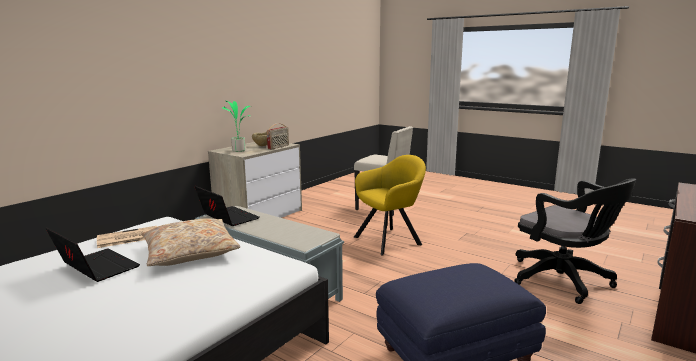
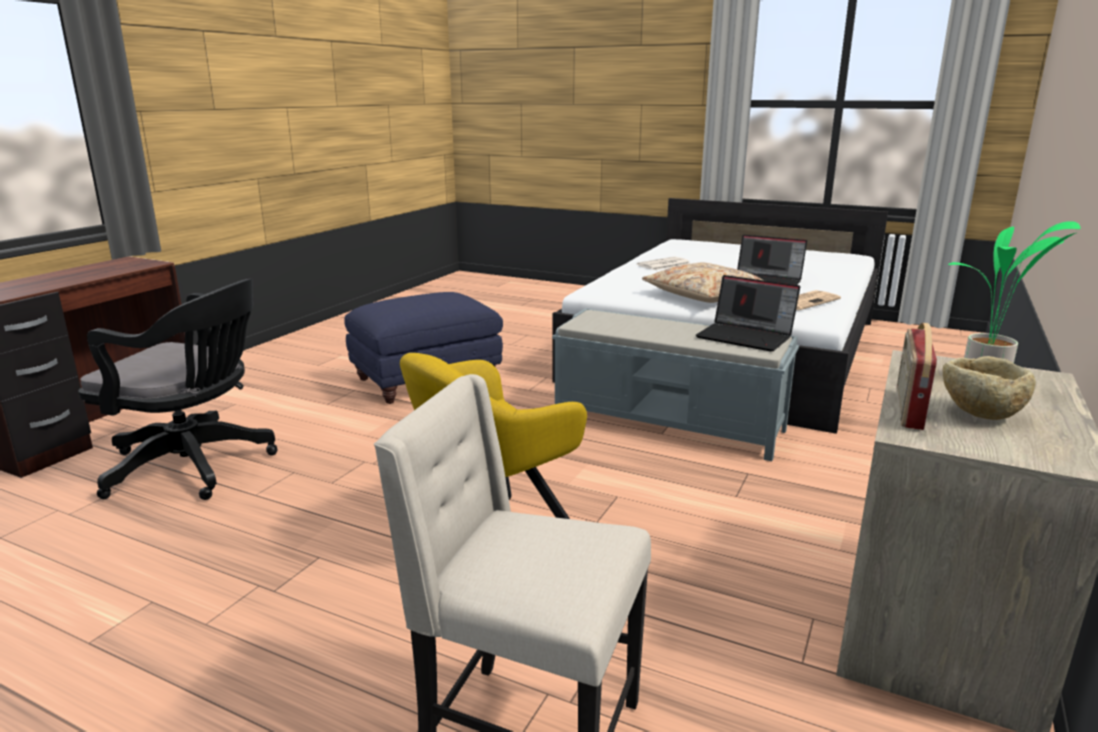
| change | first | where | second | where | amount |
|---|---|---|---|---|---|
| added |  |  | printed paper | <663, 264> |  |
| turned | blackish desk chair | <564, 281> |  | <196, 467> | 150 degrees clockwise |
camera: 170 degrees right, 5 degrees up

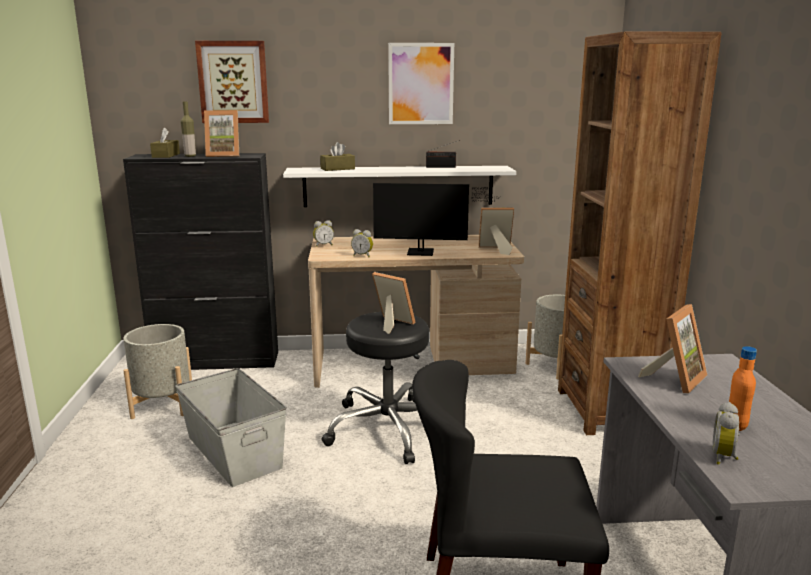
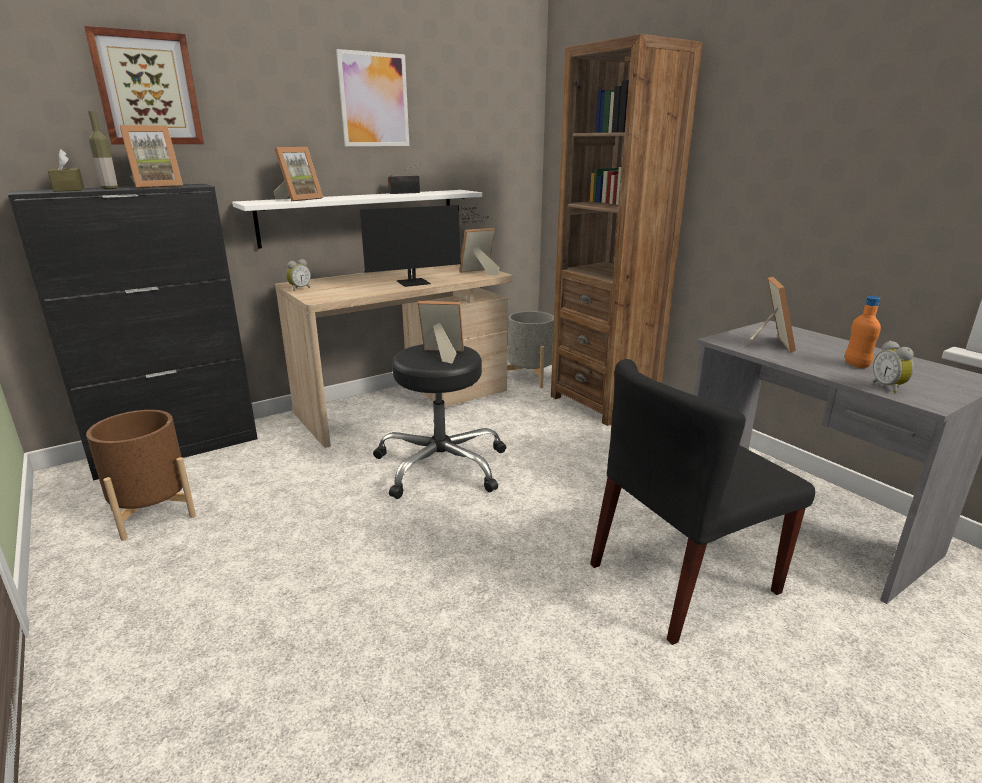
| change | first | where | second | where | amount |
|---|---|---|---|---|---|
| removed | grey storage box | <234, 451> |  |  |  |
| removed | table clock | <363, 255> |  |  |  |
| replaced | brown-coloured tissue holder | <337, 169> | standing frame | <299, 199> |  |
| recoloured | grey plant pot | <163, 405> | brown-coloured plant pot | <153, 513> |  |
camera: 30 degrees left, 5 degrees up

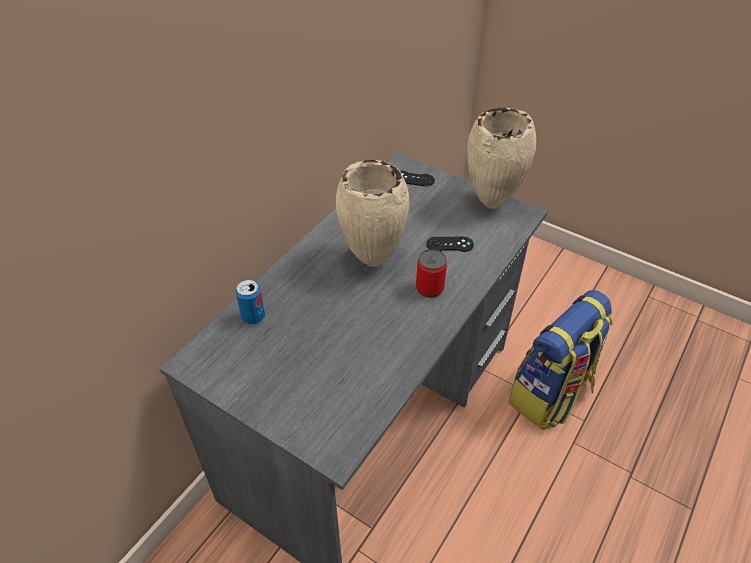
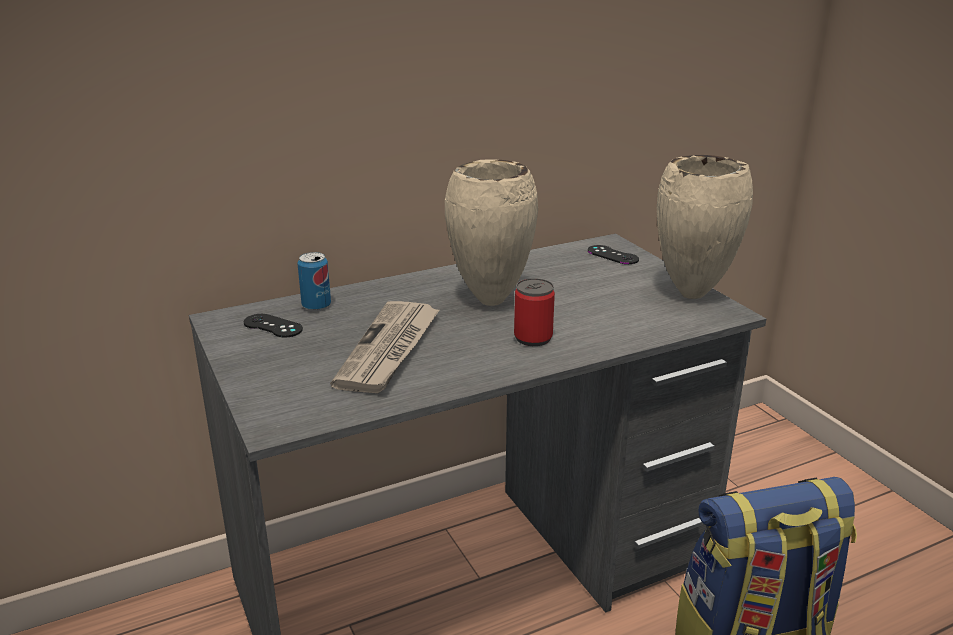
| change | first | where | second | where | amount |
|---|---|---|---|---|---|
| added |  |  | printed paper | <389, 350> |  |
| moved | blackish gamepad | <449, 244> |  | <273, 326> |  |
camera: 30 degrees right, 20 degrees down

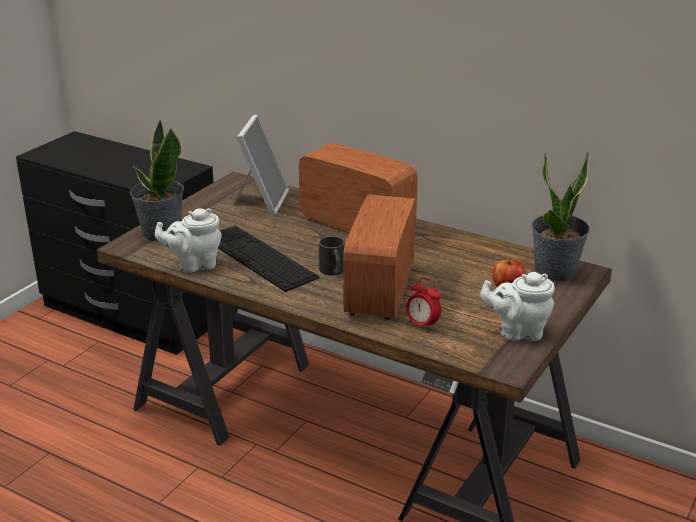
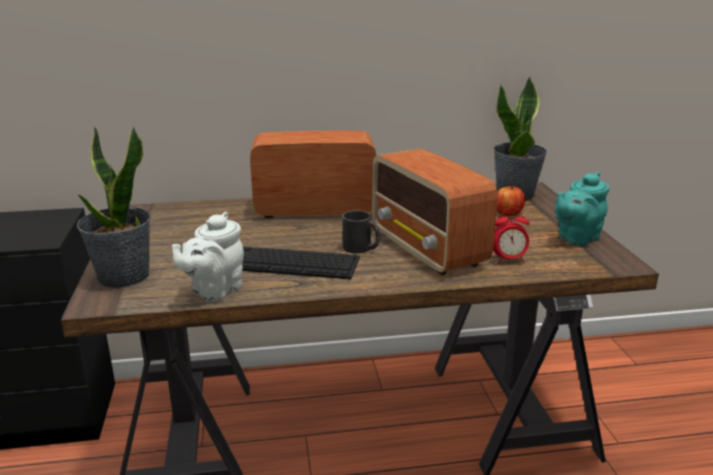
| change | first | where | second | where | amount |
|---|---|---|---|---|---|
| removed | standing frame | <261, 201> |  |  |  |
| recoloured | whitish pot for tea | <517, 332> | turquoise-coloured pot for tea | <576, 238> |  |
camera: 40 degrees left, 5 degrees down

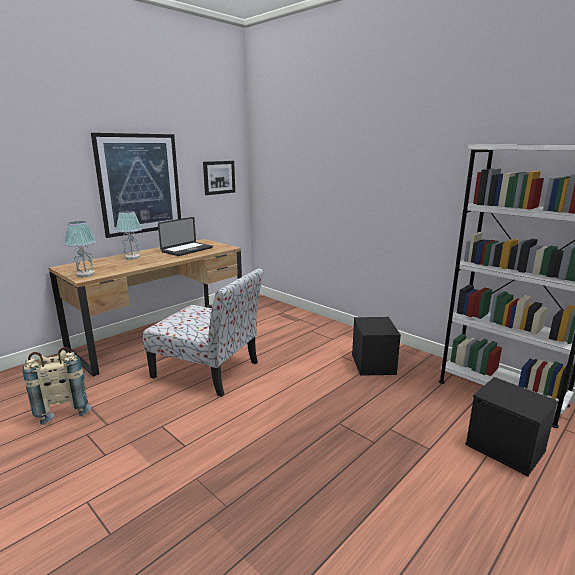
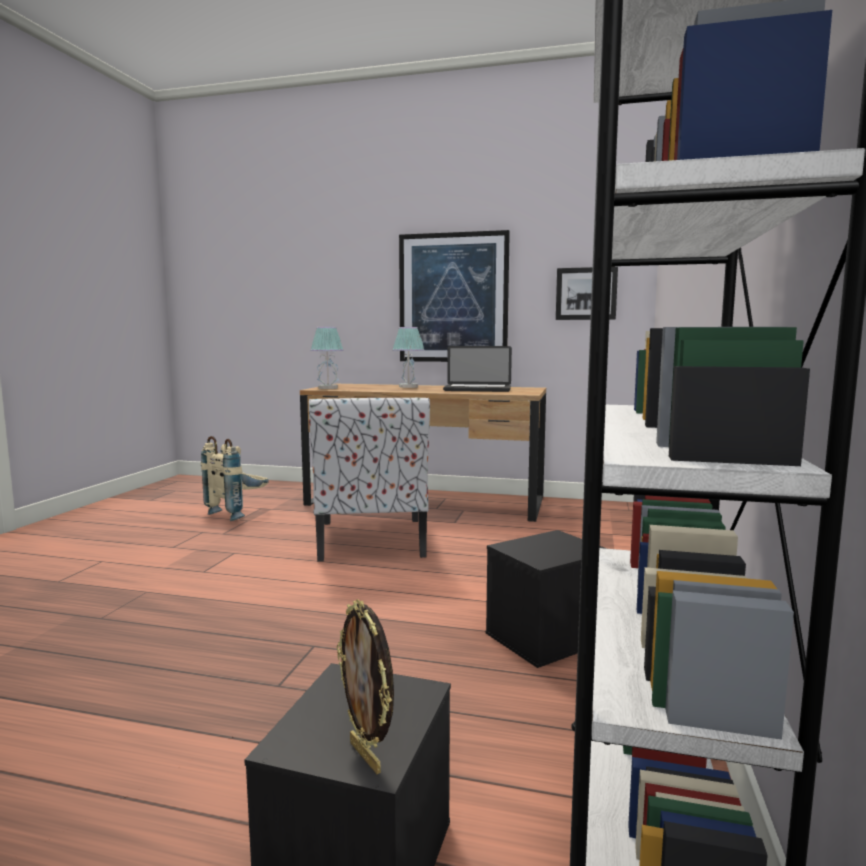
| change | first | where | second | where | amount |
|---|---|---|---|---|---|
| added |  |  | standing frame | <367, 756> |  |
camera: 60 degrees right, 10 degrees down

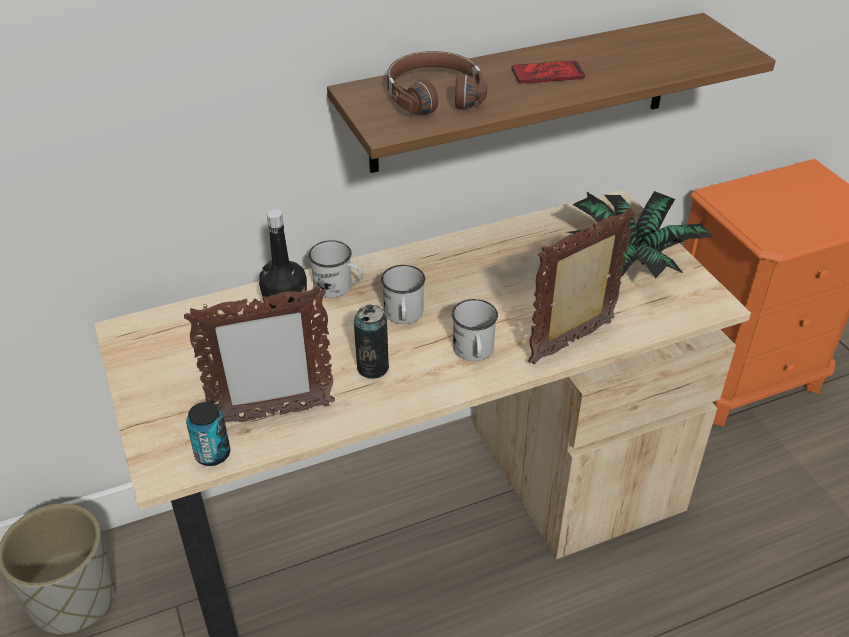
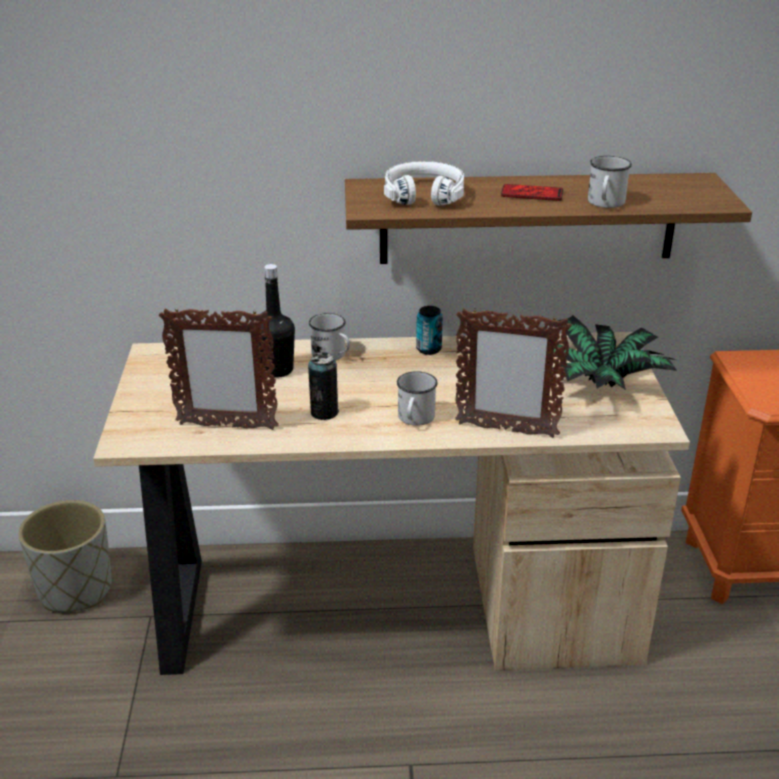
| change | first | where | second | where | amount |
|---|---|---|---|---|---|
| moved | can | <212, 454> |  | <428, 349> |  |
| moved | whitish tea mug | <403, 316> |  | <605, 203> |  |
| recoloured | brown-coloured headset | <433, 95> | whitish headset | <424, 194> |  |
| turned | standing frame | <573, 343> |  | <505, 430> | 150 degrees counterclockwise |
camera: 20 degrees right, 10 degrees down

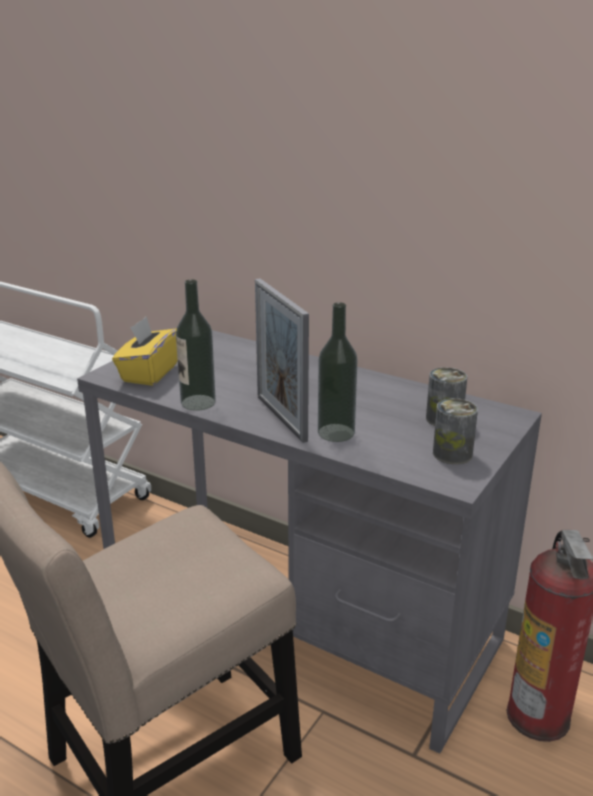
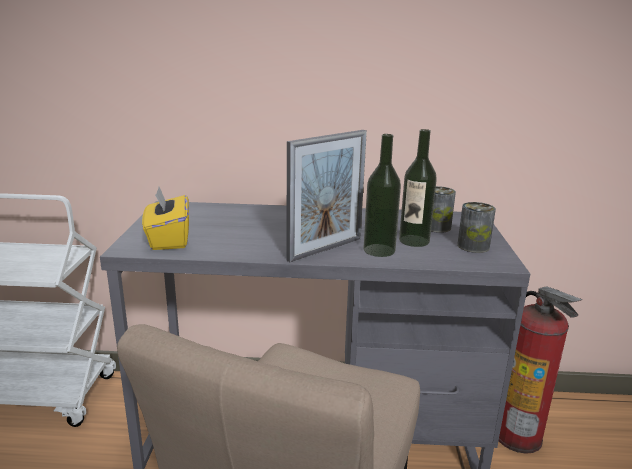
| change | first | where | second | where | amount |
|---|---|---|---|---|---|
| moved | bottle | <198, 402> |  | <414, 241> |  |
| turned | standing frame | <281, 418> |  | <325, 249> | 75 degrees counterclockwise |
camera: 30 degrees left, 5 degrees down

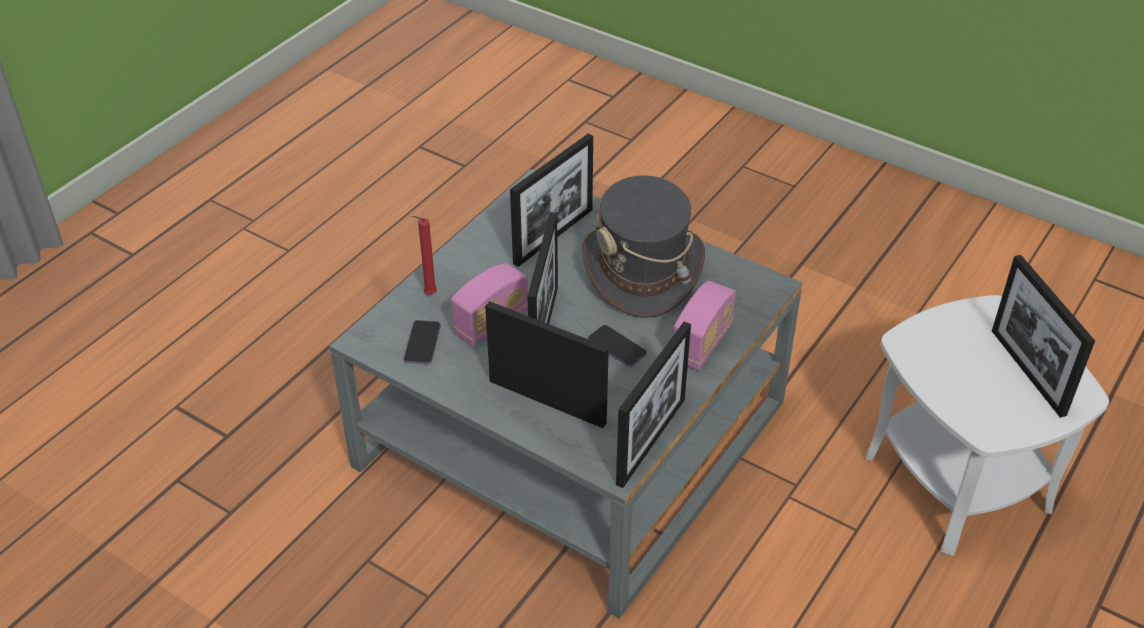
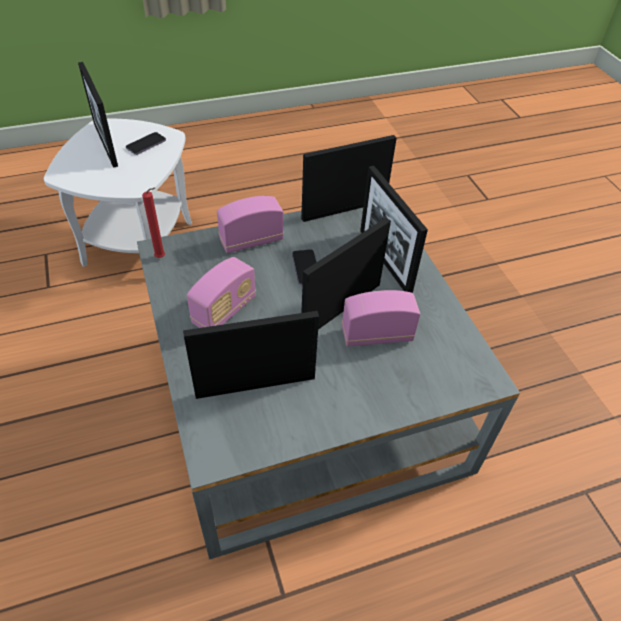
| change | first | where | second | where | amount |
|---|---|---|---|---|---|
| moved | handset | <422, 344> |  | <146, 144> |  |
| moved | red-coloured candle | <428, 294> |  | <162, 258> |  |
| replaced | grey clothing hat | <643, 270> | radio | <224, 311> |  |
| turned | standing frame | <1027, 372> |  | <105, 144> | 135 degrees clockwise |
camera: 145 degrees left, 5 degrees up

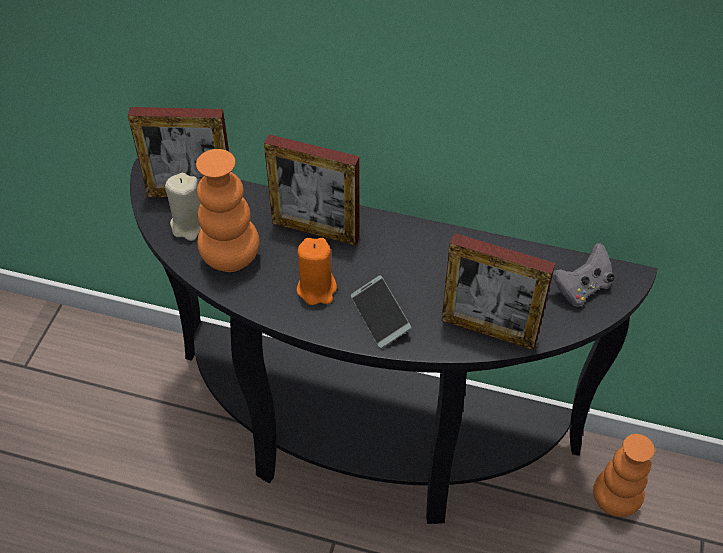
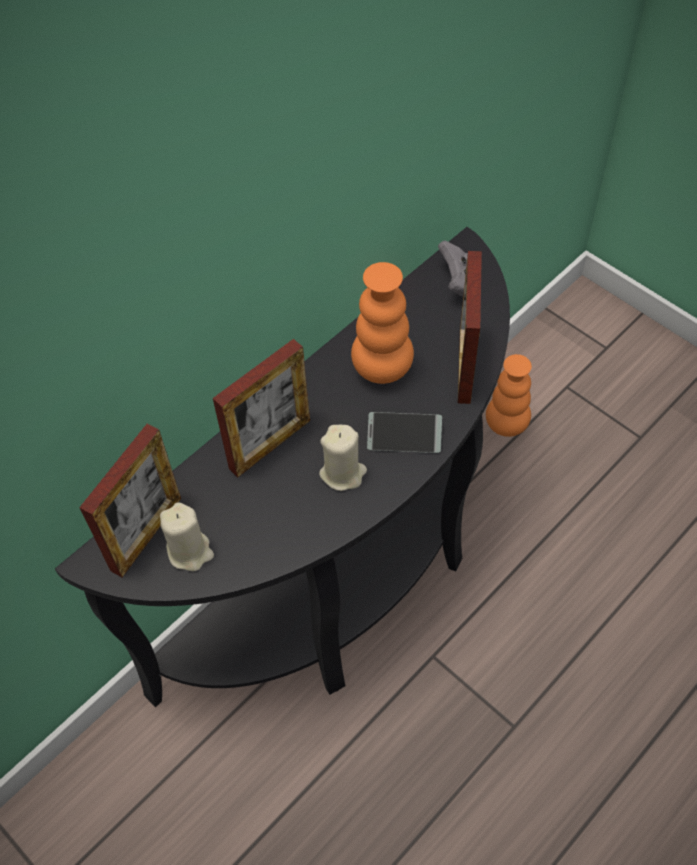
| change | first | where | second | where | amount |
|---|---|---|---|---|---|
| moved | orange-coloured vase | <231, 259> |  | <382, 369> |  |
| recoloured | orange-coloured candle | <317, 289> | beige-coloured candle | <343, 473> |  |
| turned | standing frame | <488, 330> |  | <465, 365> | 135 degrees clockwise |
camera: 60 degrees left, 5 degrees up

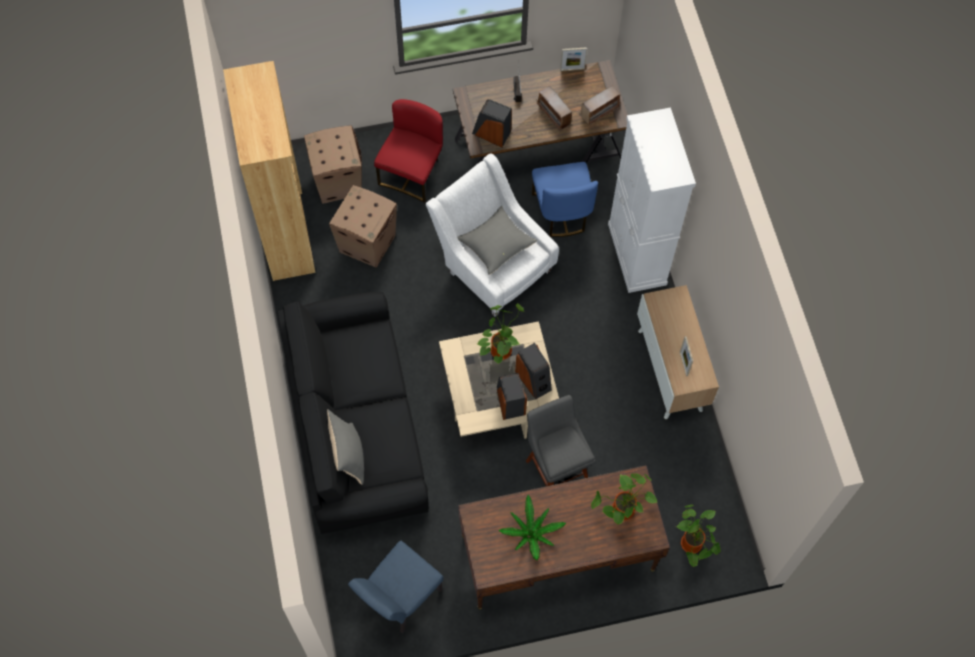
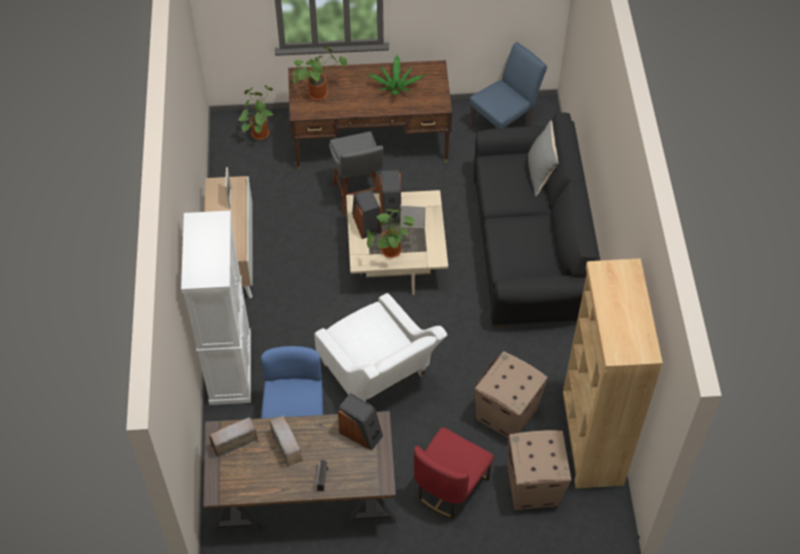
| change | first | where | second | where | amount |
|---|---|---|---|---|---|
| removed | grey throw pillow | <496, 245> |  |  |  |
| moved | standing frame | <572, 69> |  | <412, 227> |  |
camera: 170 degrees left, 10 degrees down

